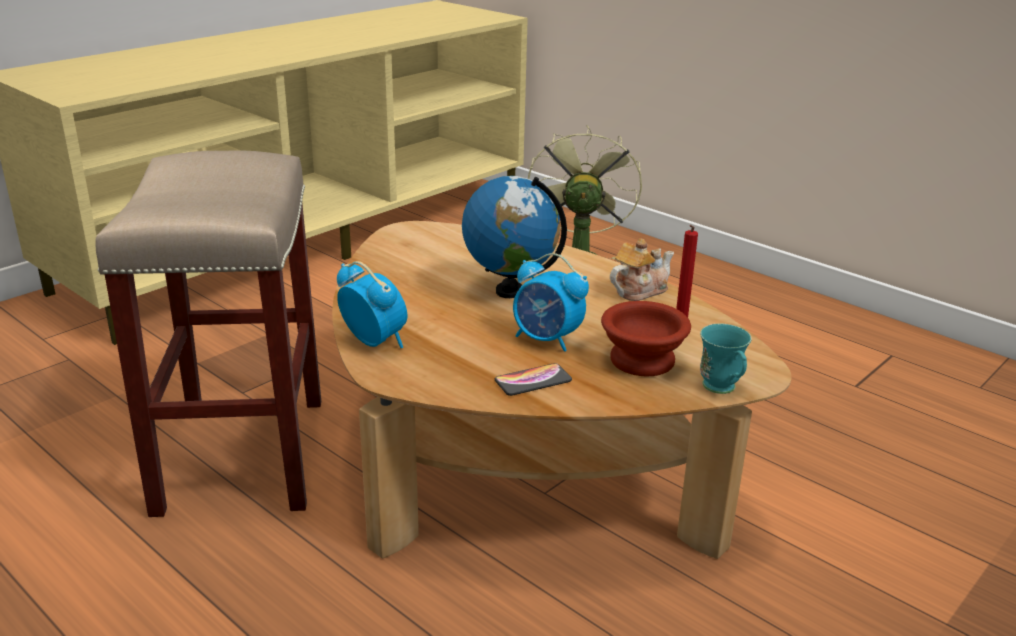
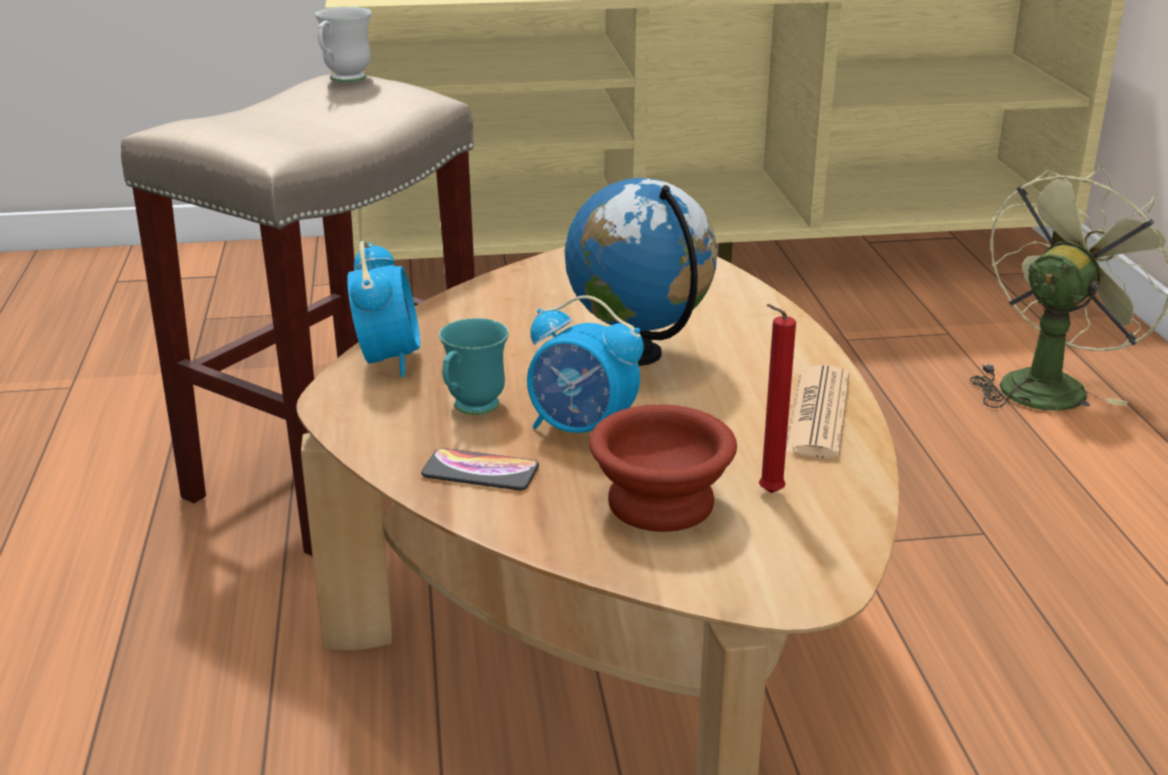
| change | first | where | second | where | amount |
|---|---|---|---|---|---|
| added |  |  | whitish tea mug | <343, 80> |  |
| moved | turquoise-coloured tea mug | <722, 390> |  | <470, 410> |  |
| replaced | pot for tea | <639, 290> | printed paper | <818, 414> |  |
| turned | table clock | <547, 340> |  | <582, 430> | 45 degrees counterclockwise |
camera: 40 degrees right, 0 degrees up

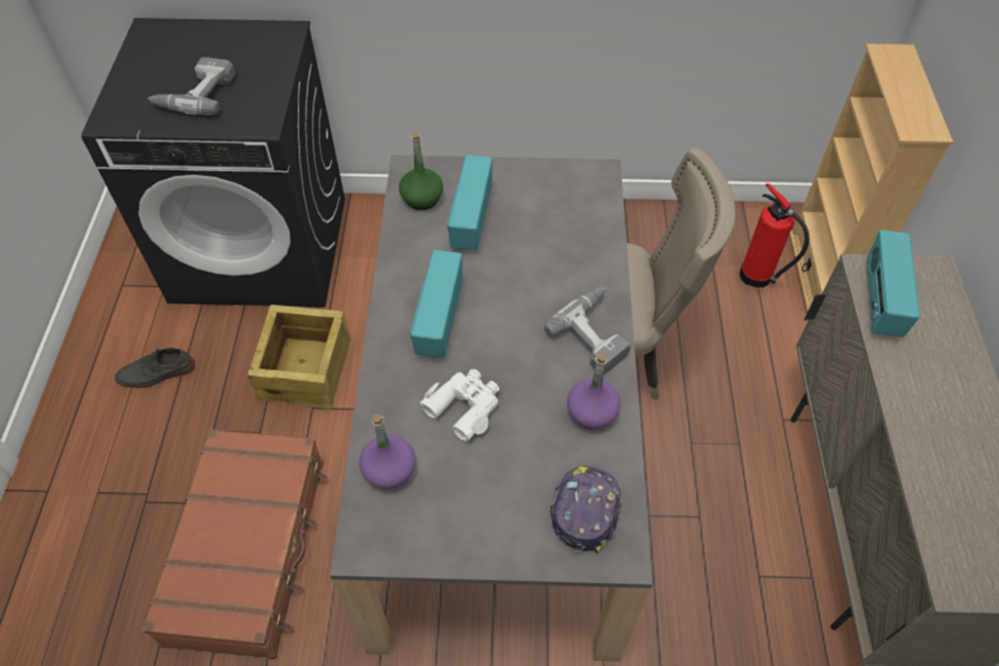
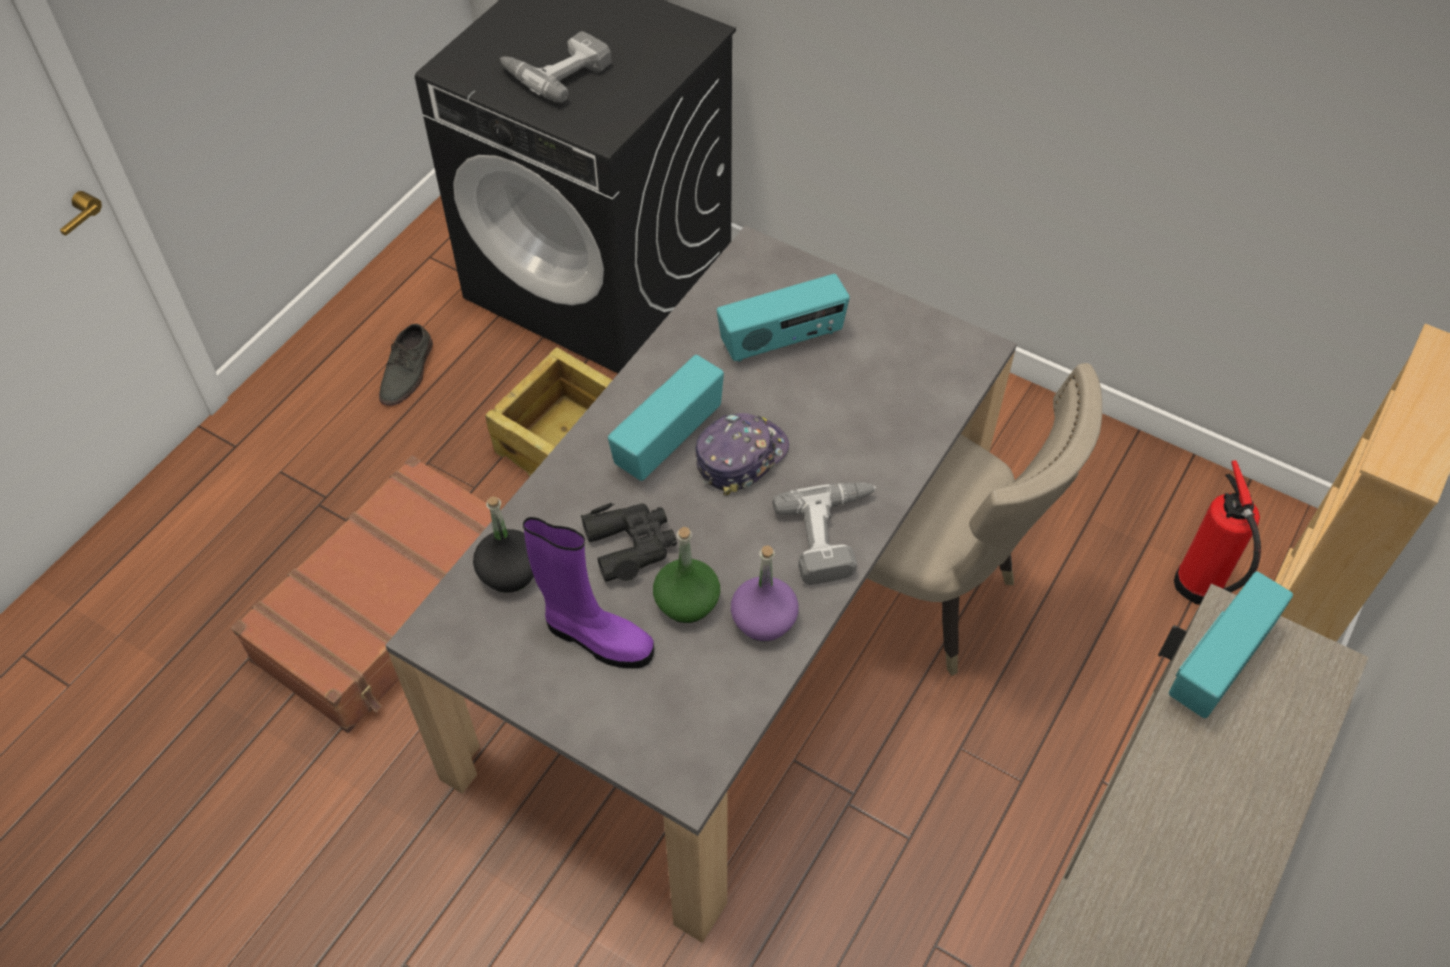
| change | first | where | second | where | amount |
|---|---|---|---|---|---|
| added |  |  | purple high-top boot | <596, 638> |  |
| moved | green bottle | <422, 198> |  | <687, 602> |  |
| moved | baseball cap | <585, 510> |  | <740, 457> |  |
| recoloured | purple bottle | <389, 470> | blackish bottle | <509, 571> |  |
| recoloured | whitish field glasses | <464, 406> | blackish field glasses | <631, 544> |  |
| turned | grey item of footwear | <156, 373> |  | <408, 372> | 90 degrees counterclockwise |
| turned | radio | <470, 220> |  | <782, 340> | 150 degrees counterclockwise |
camera: 30 degrees right, 0 degrees up

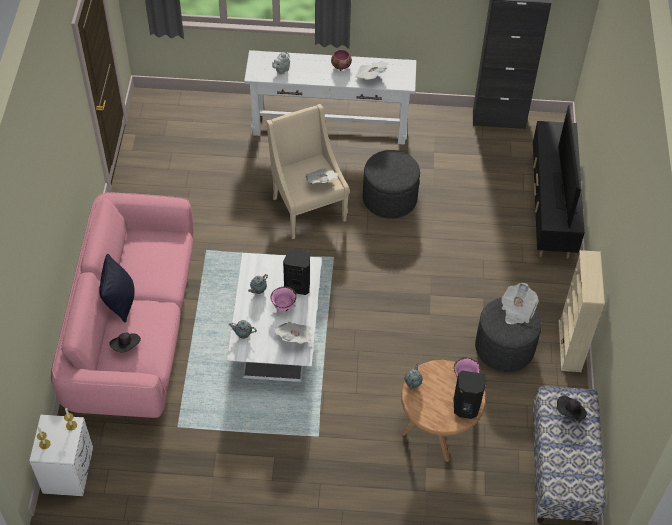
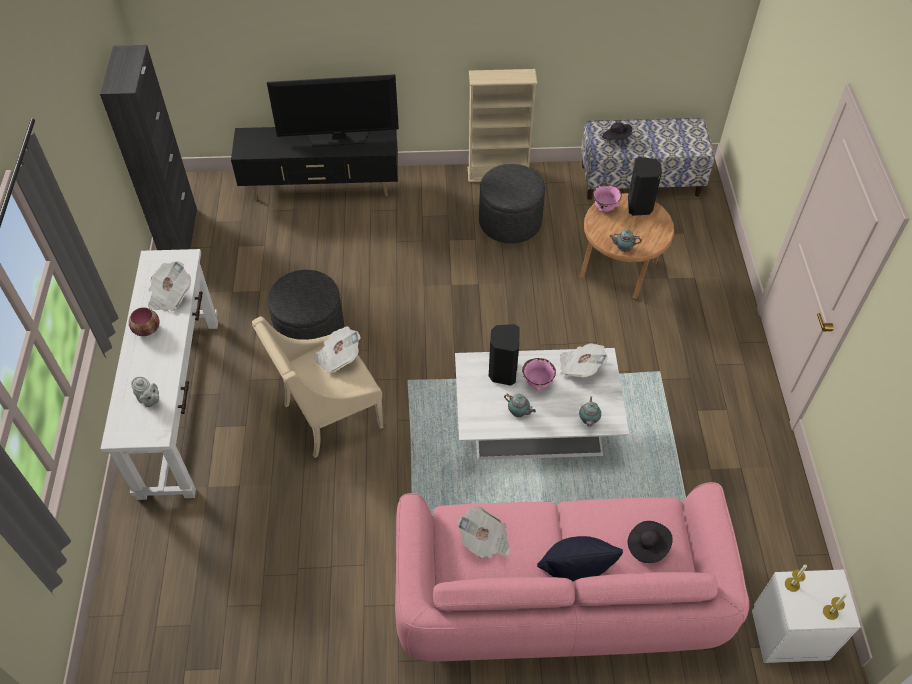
| change | first | where | second | where | amount |
|---|---|---|---|---|---|
| moved | printed paper | <517, 310> |  | <485, 540> |  |
camera: 95 degrees left, 0 degrees up

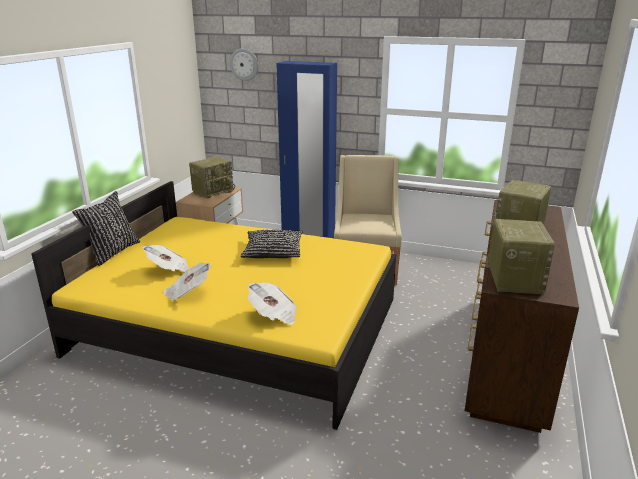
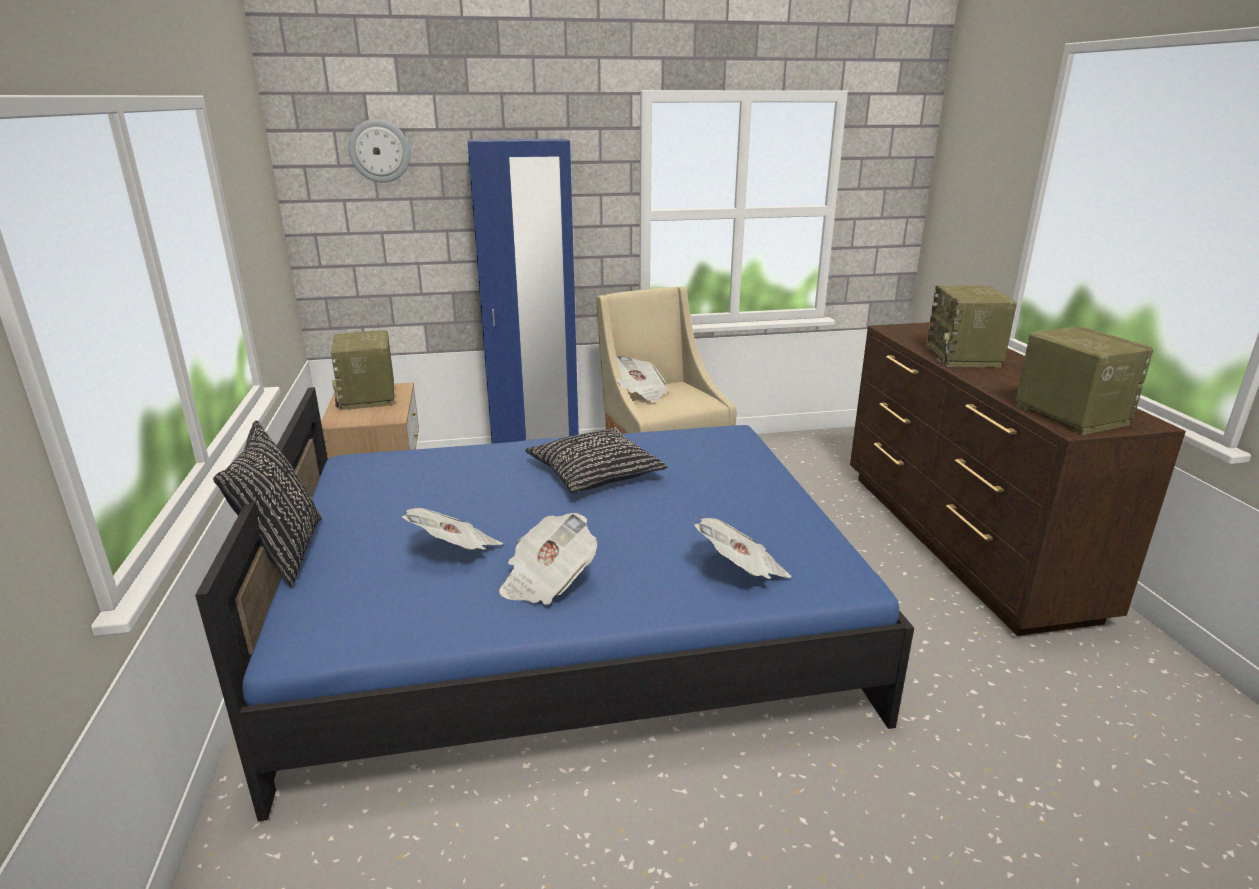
| change | first | where | second | where | amount |
|---|---|---|---|---|---|
| added |  |  | printed paper | <640, 393> |  |
| recoloured | yellowish bed | <239, 326> | blue-coloured bed | <569, 623> |  |
| turned | radio | <213, 191> |  | <368, 397> | 150 degrees clockwise |
camera: 30 degrees left, 0 degrees up

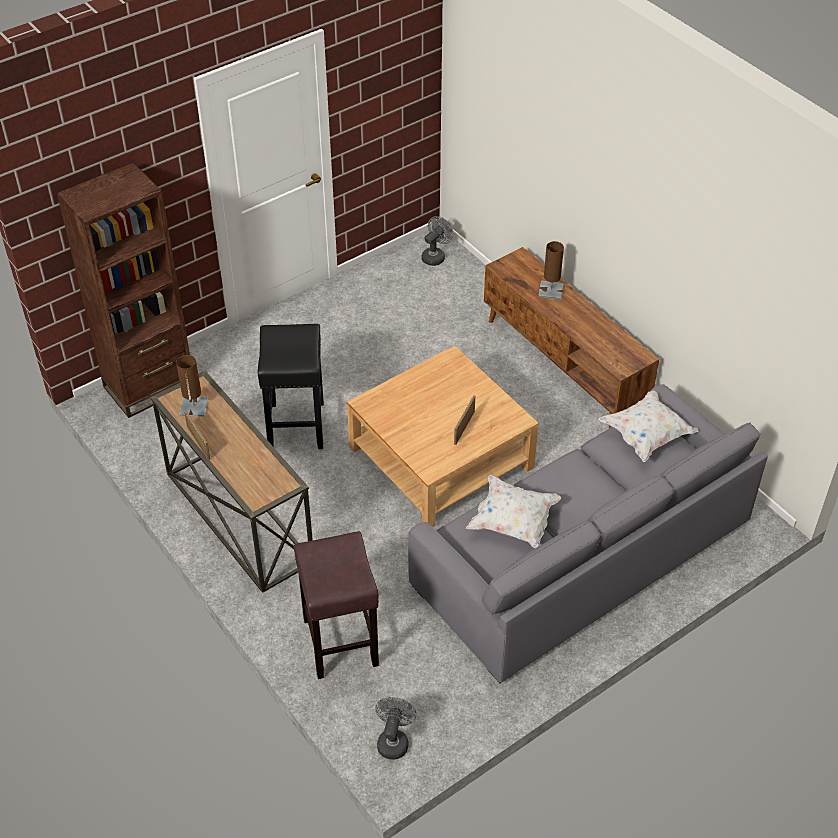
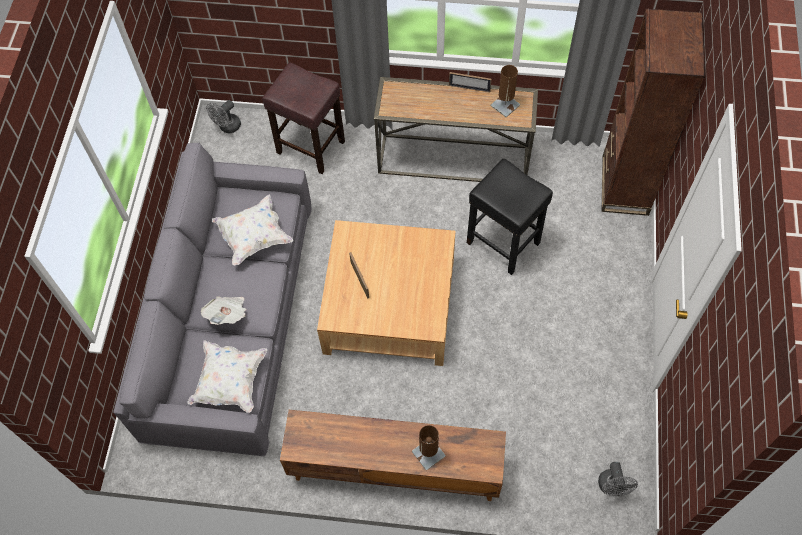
| change | first | where | second | where | amount |
|---|---|---|---|---|---|
| added |  |  | printed paper | <228, 314> |  |
| turned | grey electric fan | <393, 740> |  | <227, 127> | 75 degrees clockwise |
camera: 135 degrees right, 15 degrees up

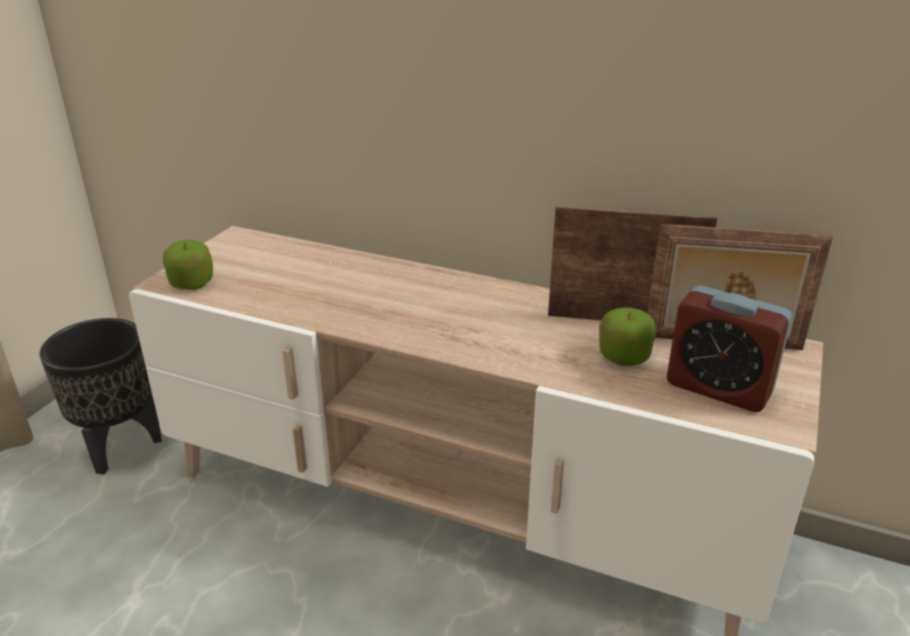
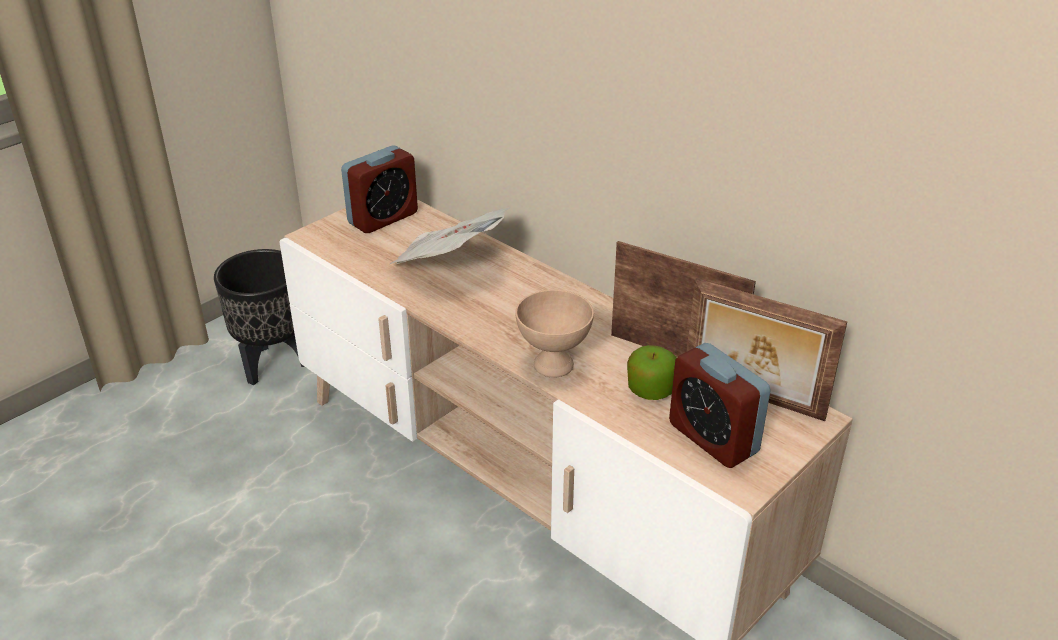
| change | first | where | second | where | amount |
|---|---|---|---|---|---|
| removed | apple fruit | <191, 283> |  |  |  |
| added |  |  | table clock | <383, 218> |  |
| added |  |  | printed paper | <450, 263> |  |
| added |  |  | beige-coloured deep dish | <552, 366> |  |
camera: 20 degrees right, 5 degrees up

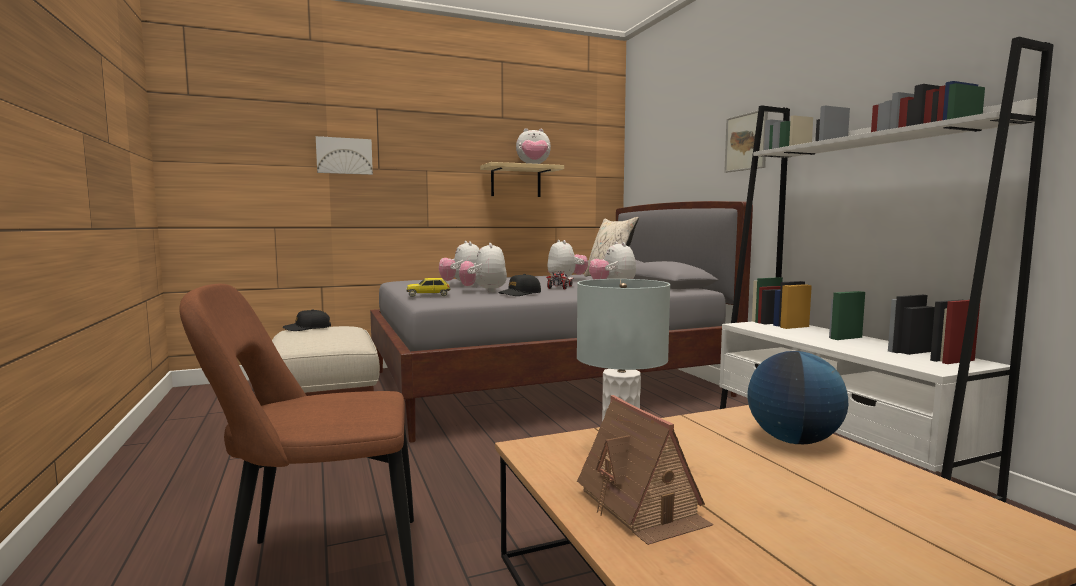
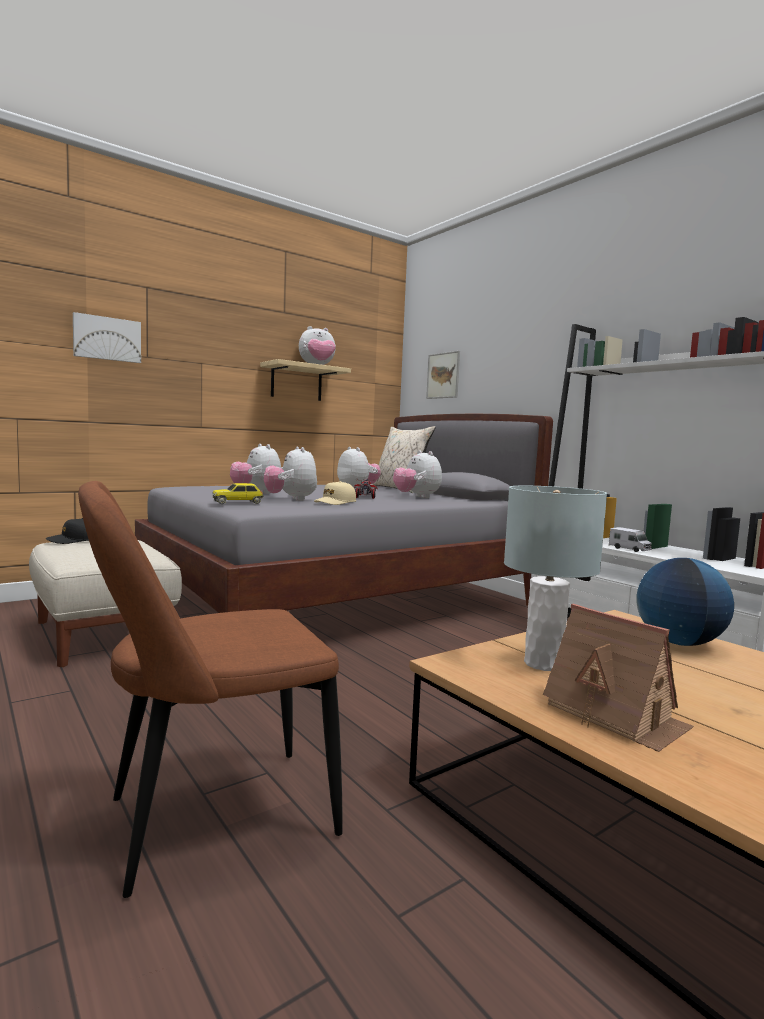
| change | first | where | second | where | amount |
|---|---|---|---|---|---|
| added |  |  | toy lorry | <629, 549> |  |
| moved | wall picture | <746, 142> |  | <443, 375> |  |
| recoloured | blackish baseball cap | <520, 294> | beige-coloured baseball cap | <335, 502> |  |
camera: 15 degrees left, 0 degrees up

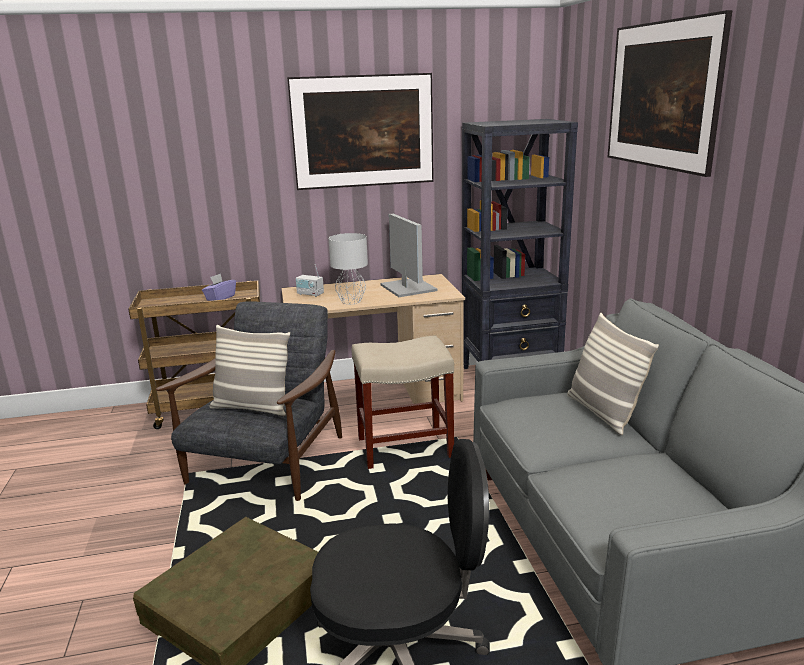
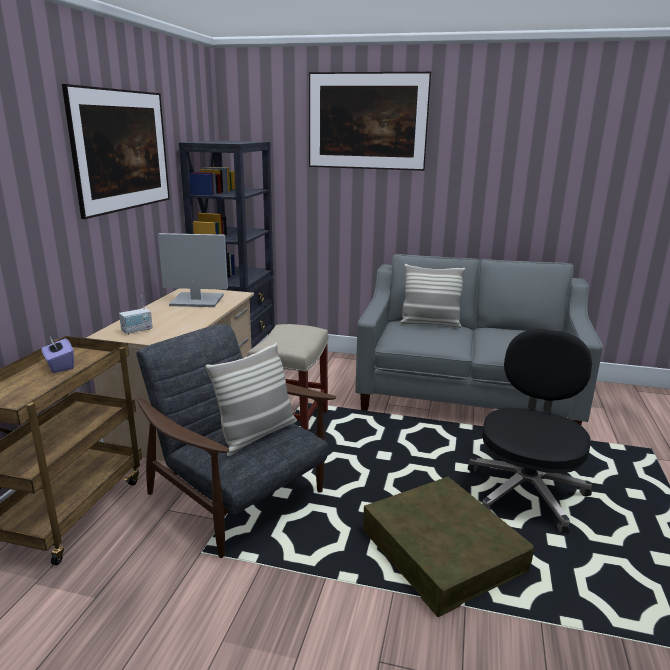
| change | first | where | second | where | amount |
|---|---|---|---|---|---|
| removed | grey lamp for a table | <351, 301> |  |  |  |
camera: 65 degrees left, 0 degrees up

